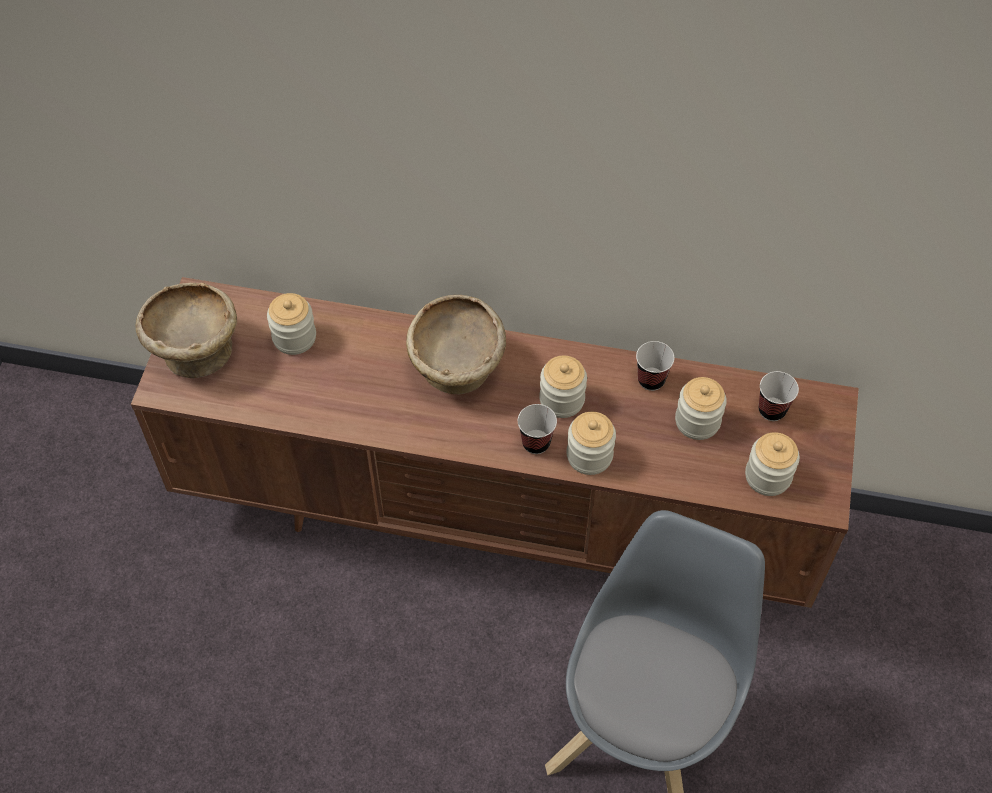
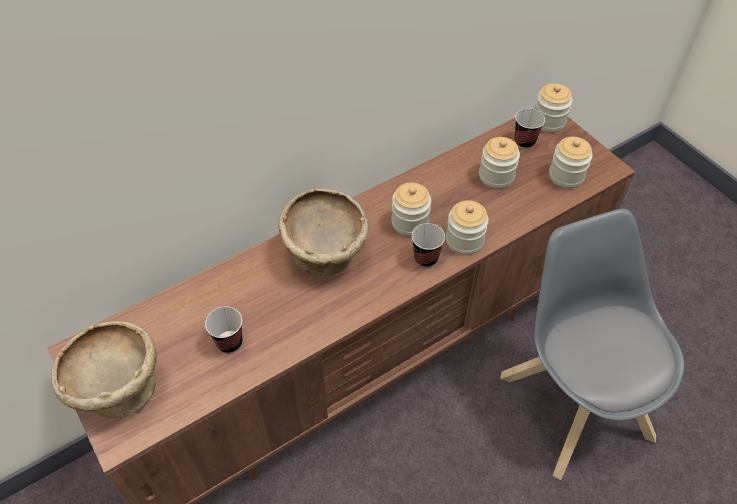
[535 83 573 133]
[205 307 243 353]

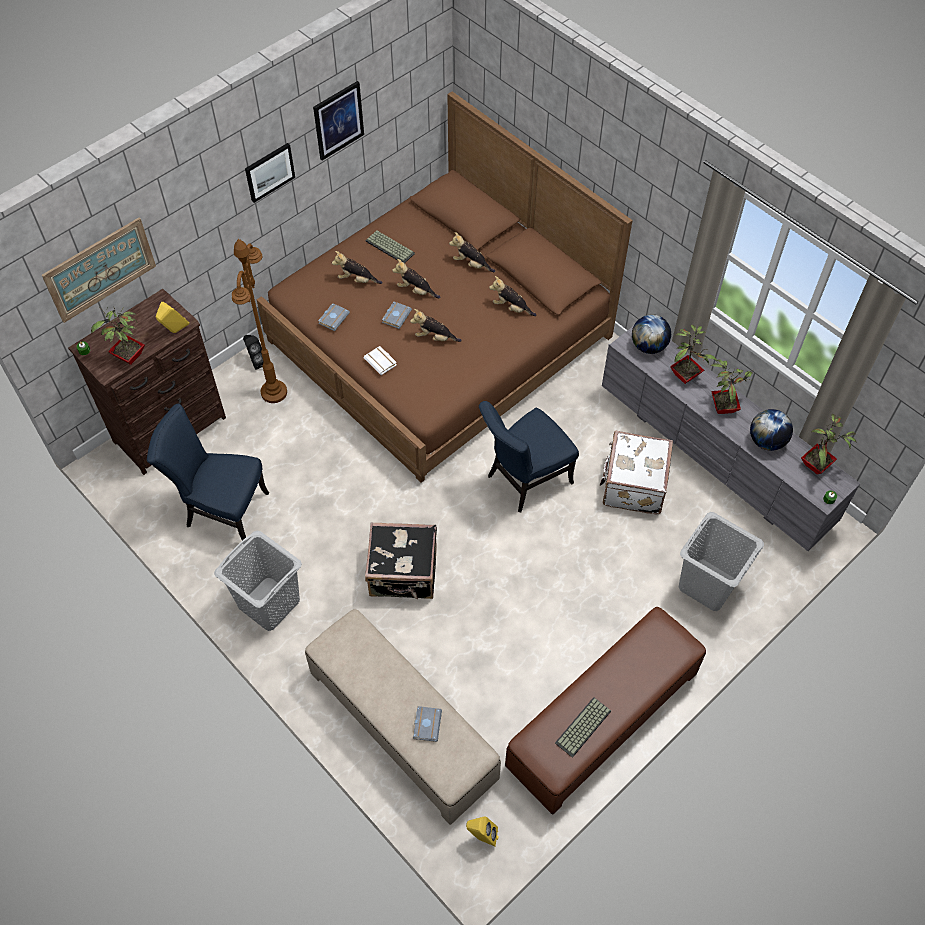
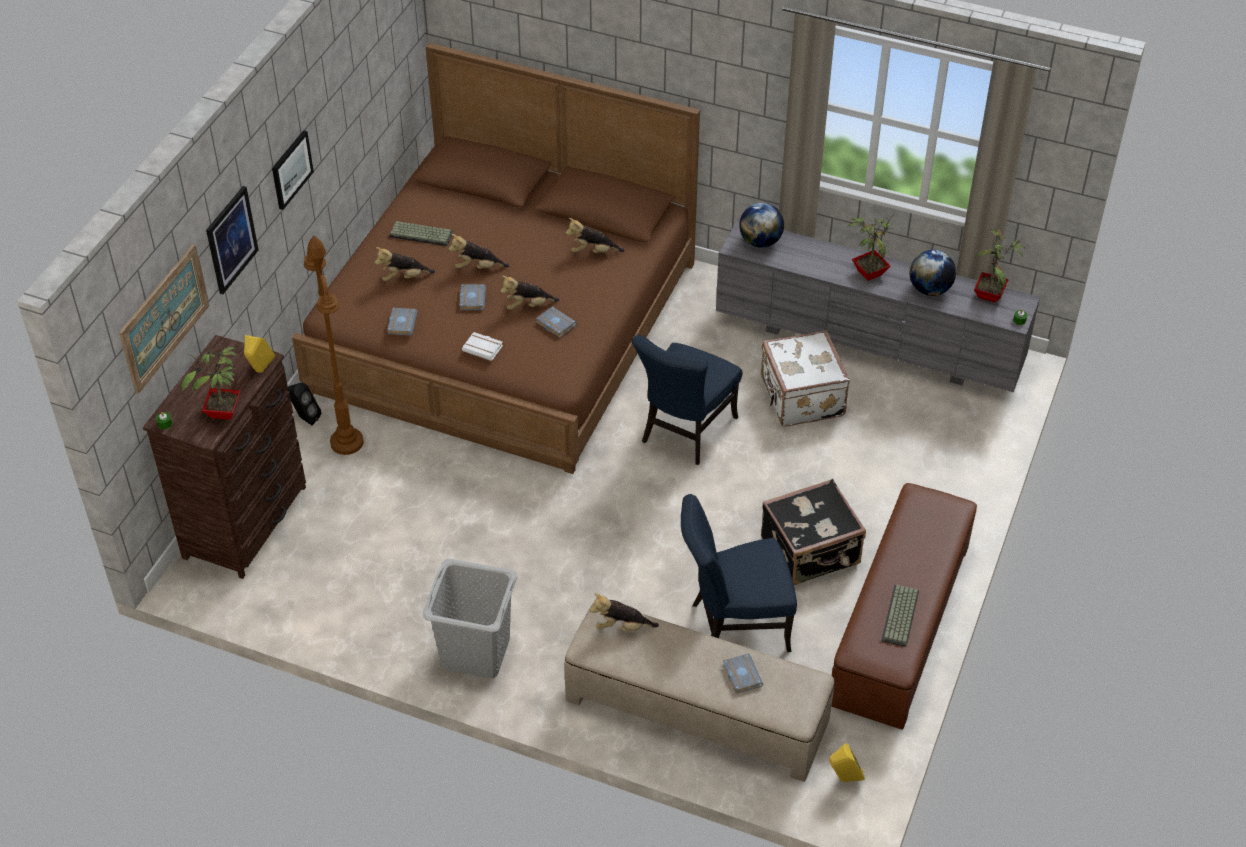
[206 186 259 294]
[590 593 659 631]
[670 325 718 384] (first image)
[681 494 797 652]
[679 512 764 611] (first image)
[761 479 866 585]
[536 306 577 338]

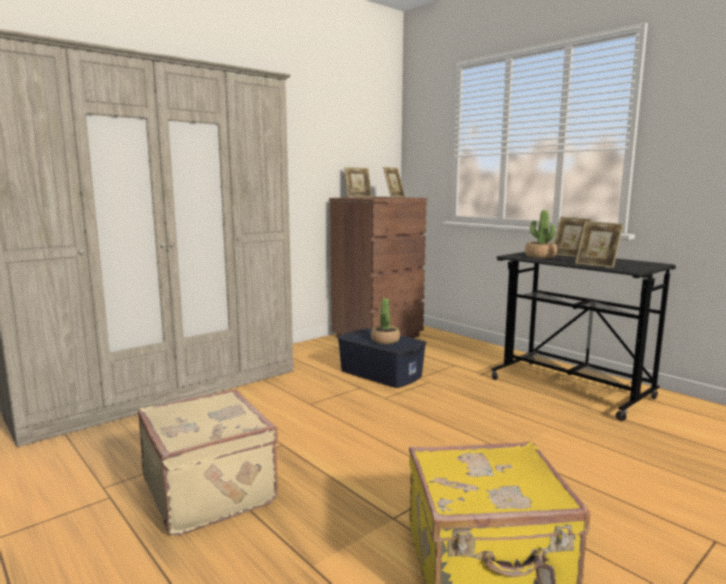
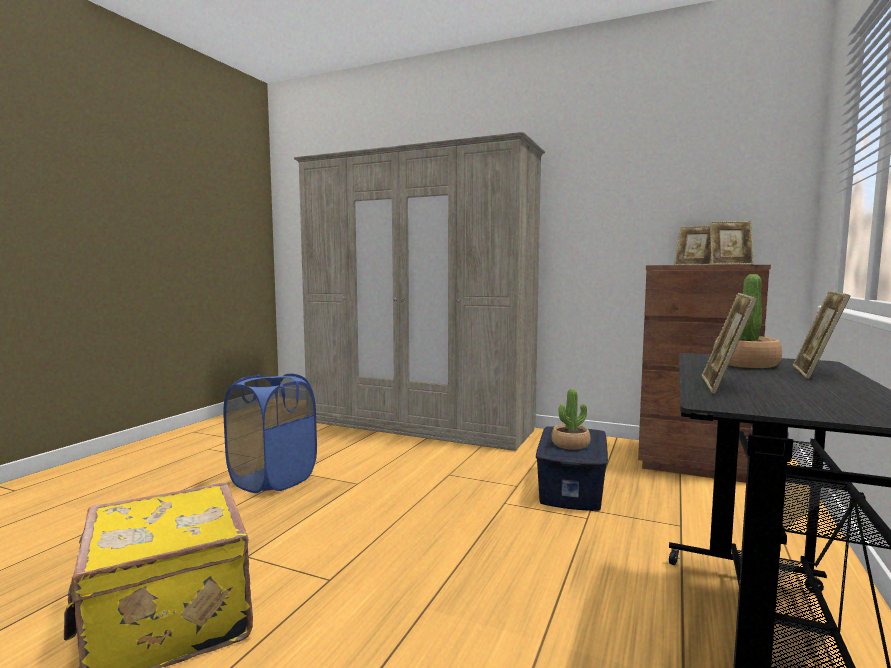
[224 374 317 493]

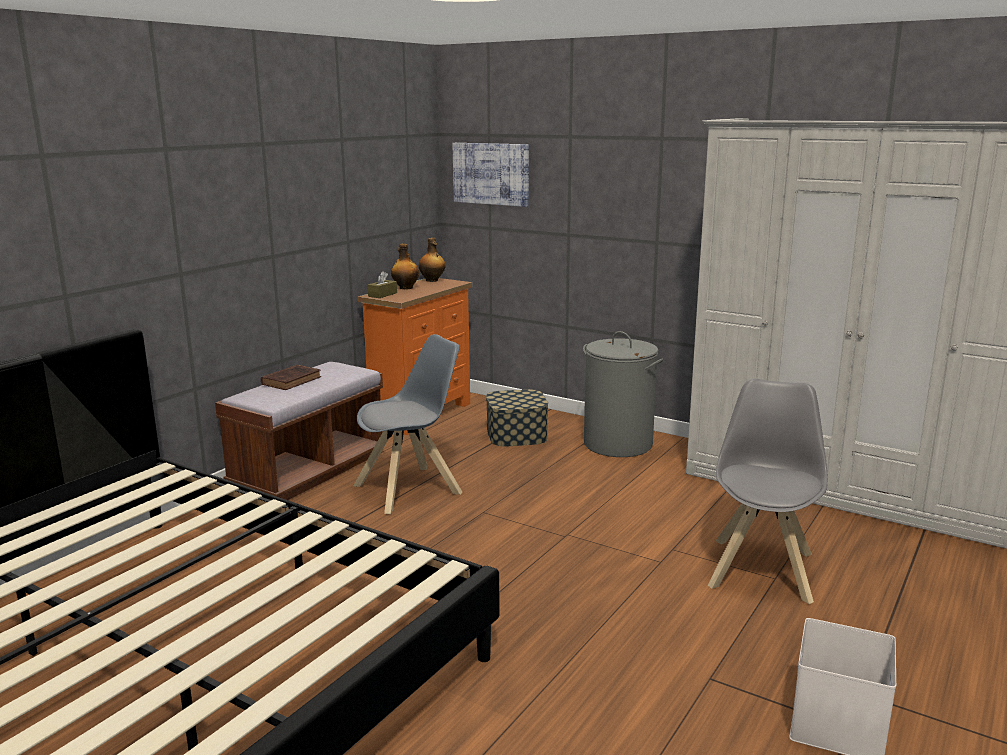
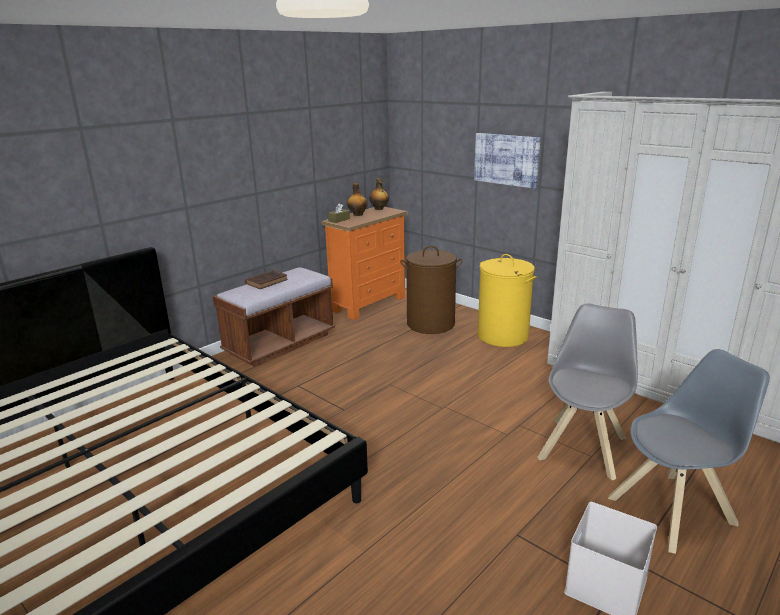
[474 133 541 189]
[478 254 537 347]
[608 349 770 554]
[400 246 463 334]

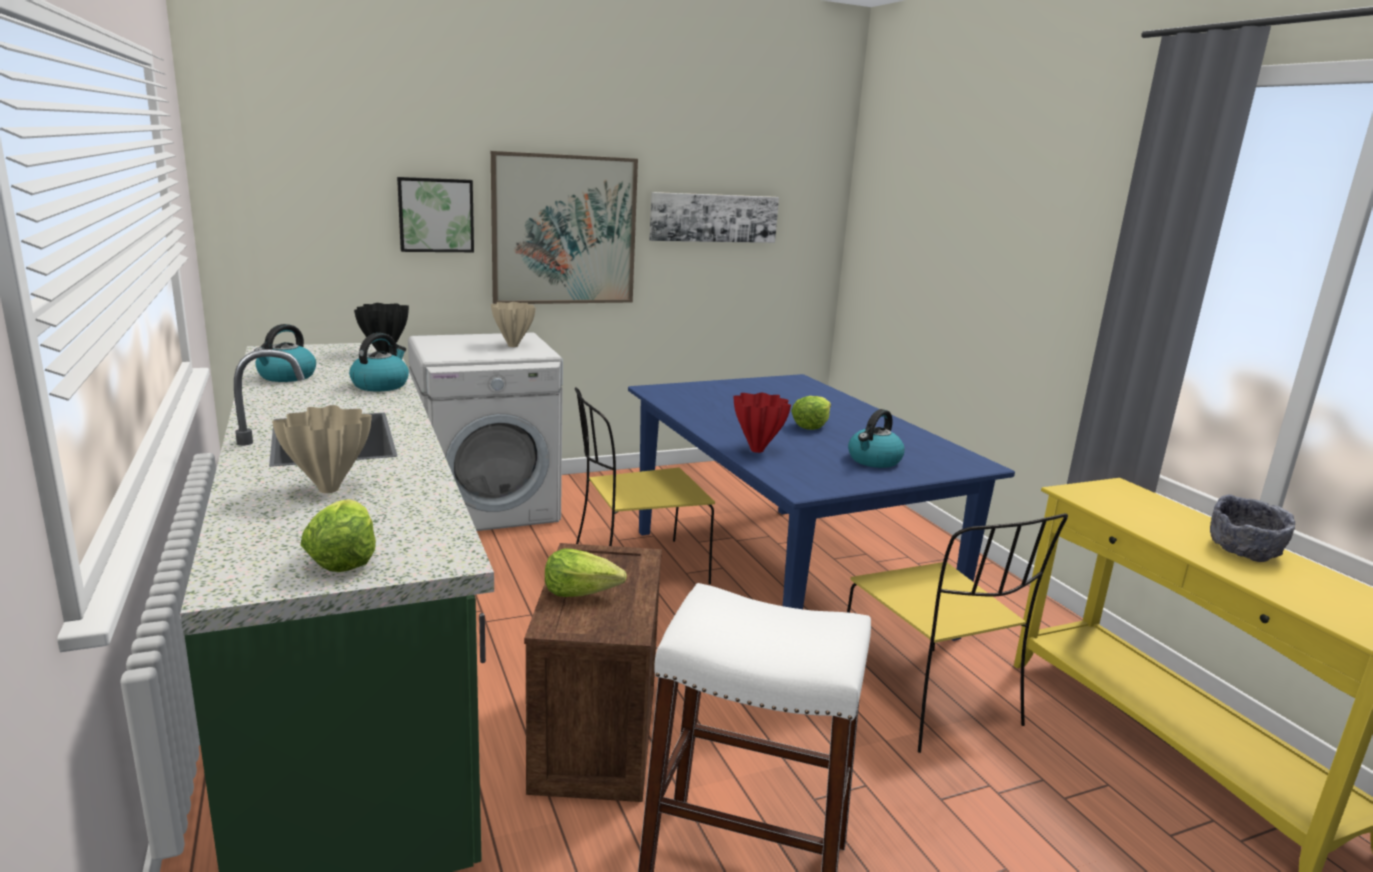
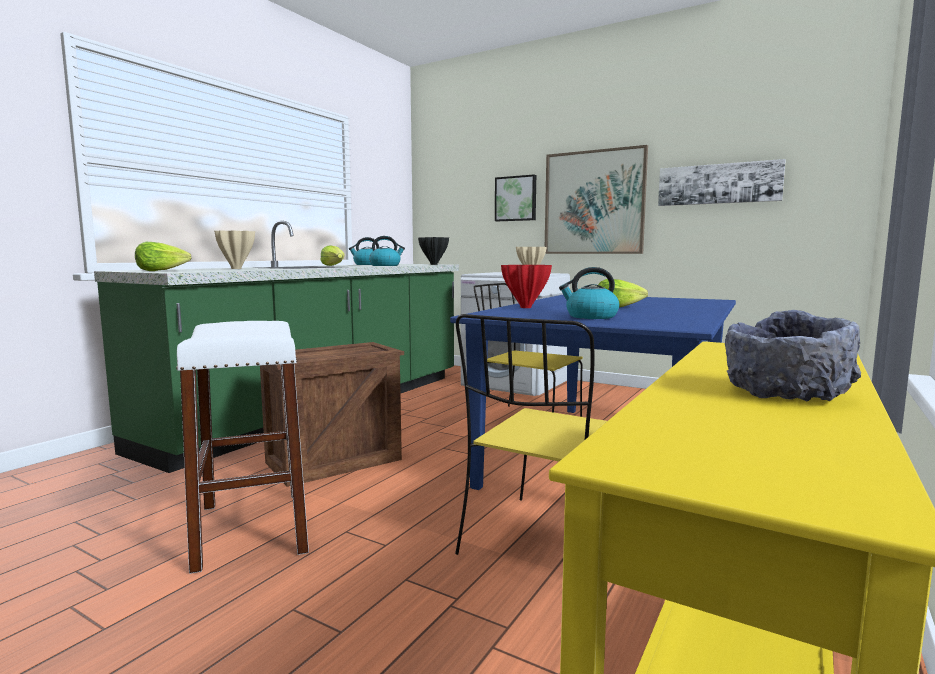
[321 245 344 266]

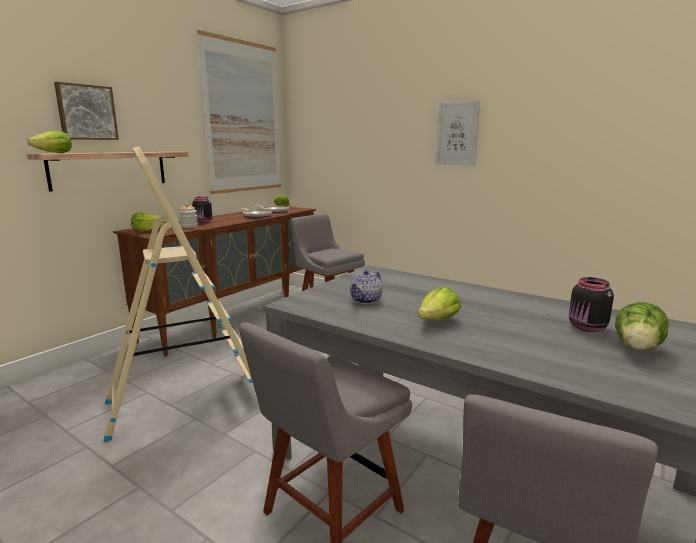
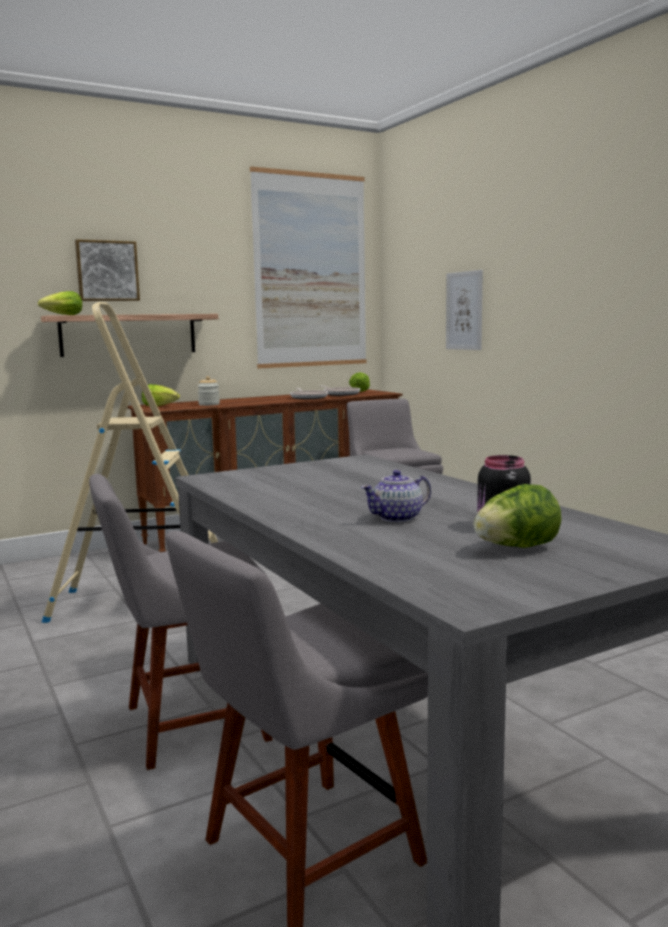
[446 270 483 350]
[192 197 212 223] (first image)
[361 470 431 522]
[418 286 461 321] (first image)

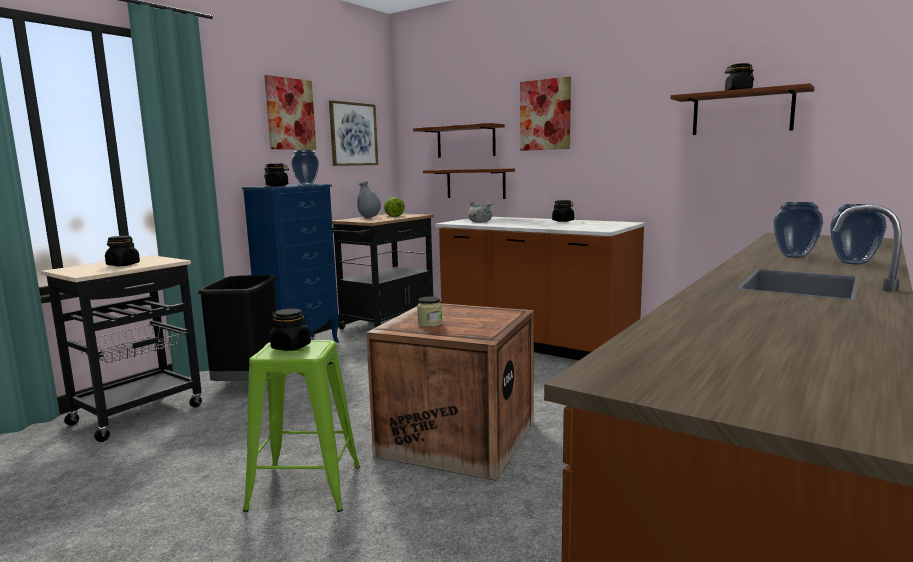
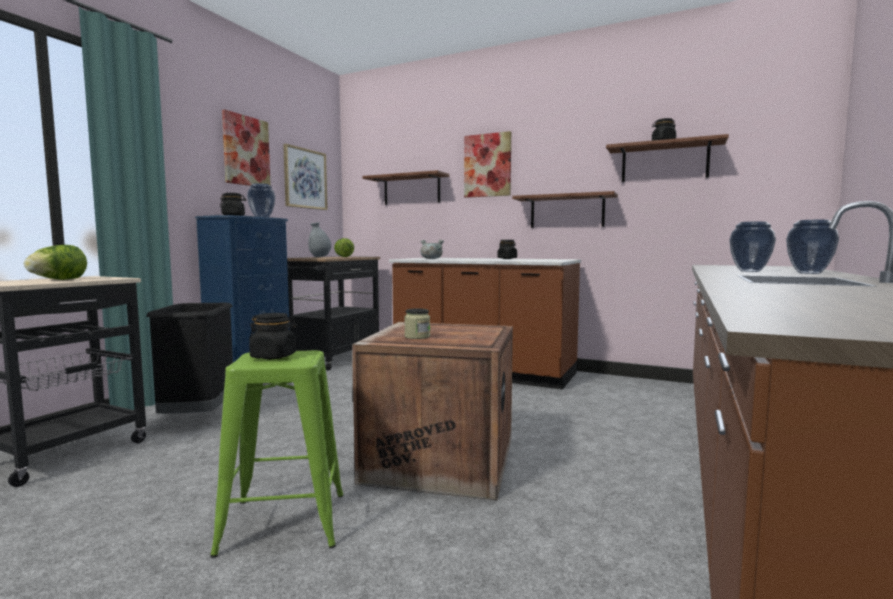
[512 191 618 228]
[24 245 87 280]

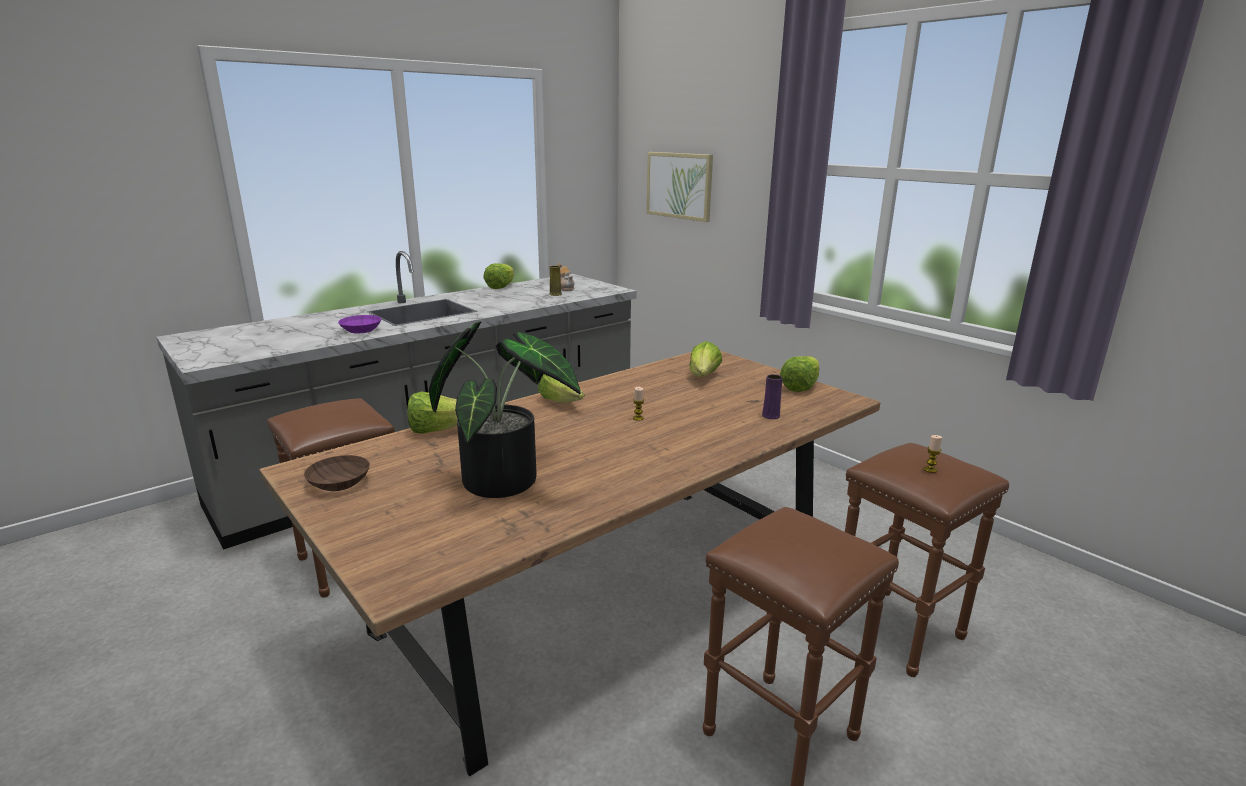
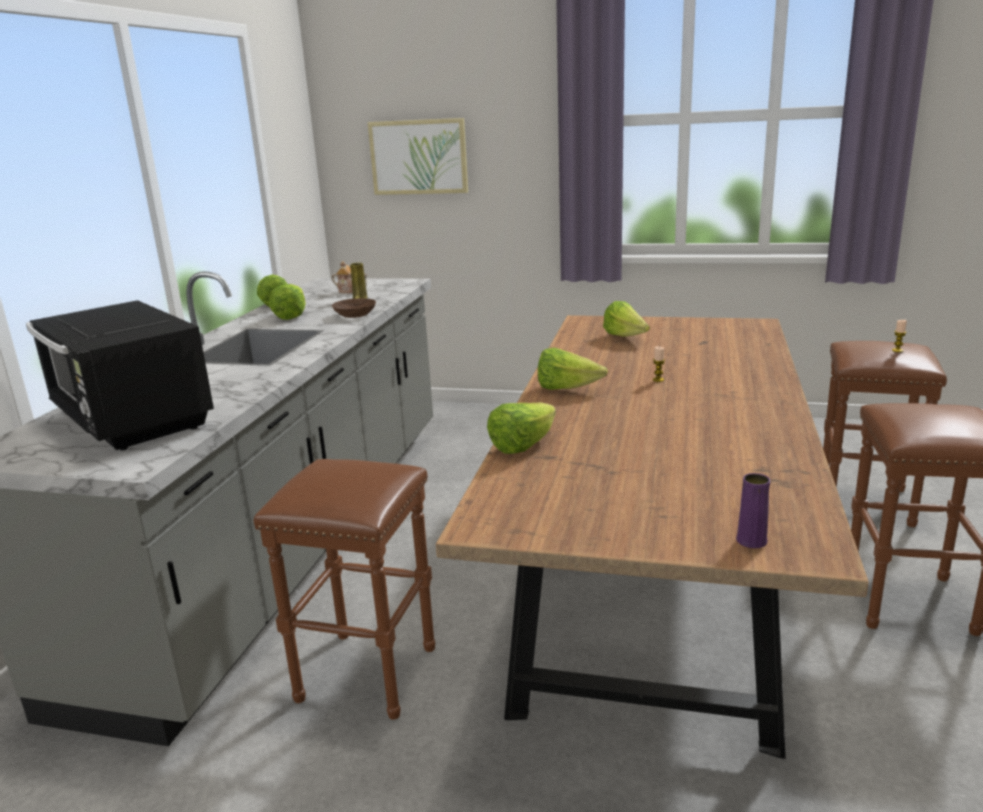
[338 315 381 333] (first image)
[429 321 581 498] (first image)
[269 284 306 320]
[736 473 770 548]
[332 298 376 318]
[26 300 214 451]

